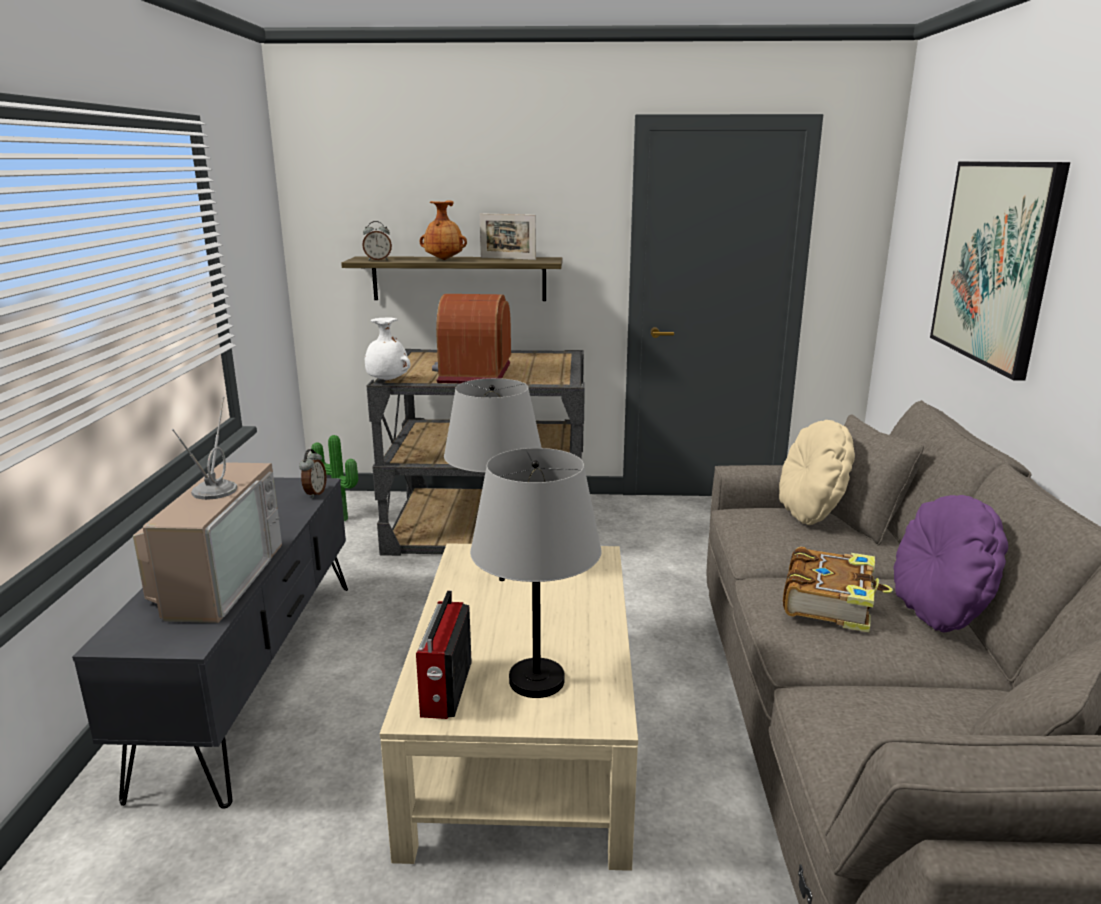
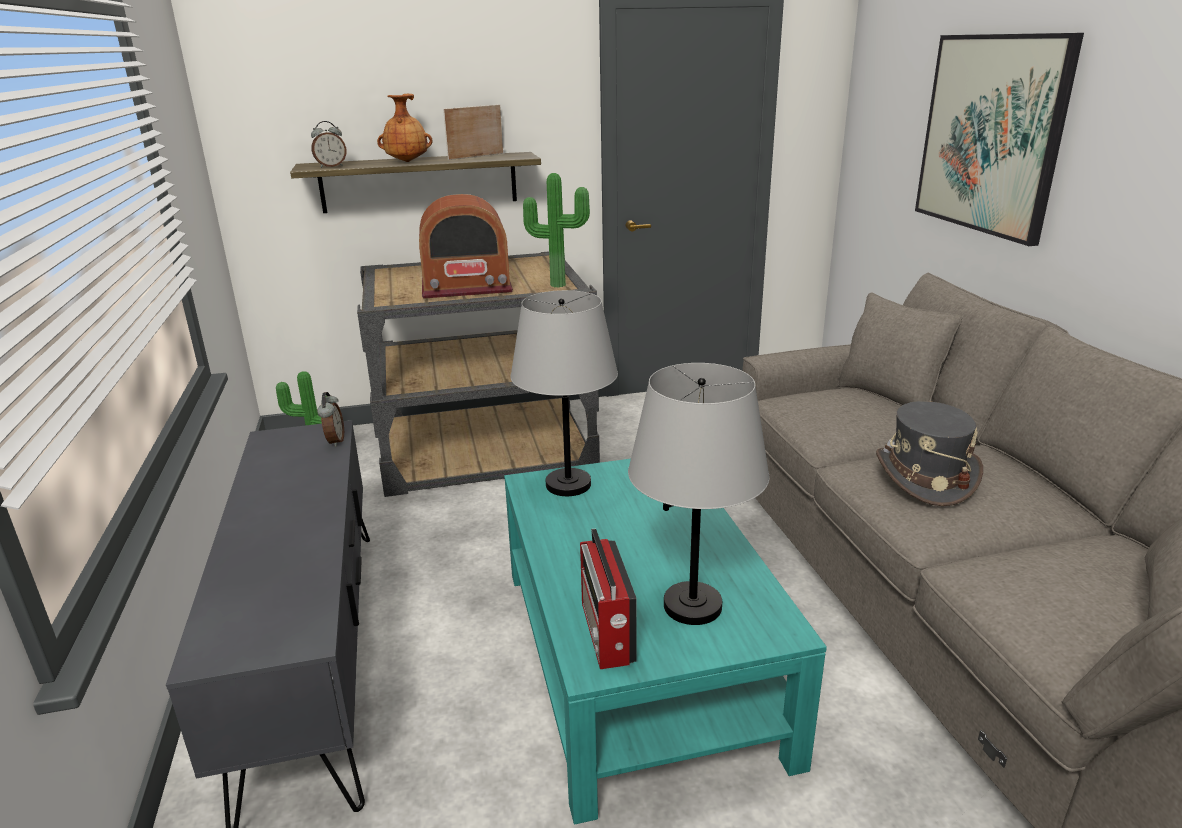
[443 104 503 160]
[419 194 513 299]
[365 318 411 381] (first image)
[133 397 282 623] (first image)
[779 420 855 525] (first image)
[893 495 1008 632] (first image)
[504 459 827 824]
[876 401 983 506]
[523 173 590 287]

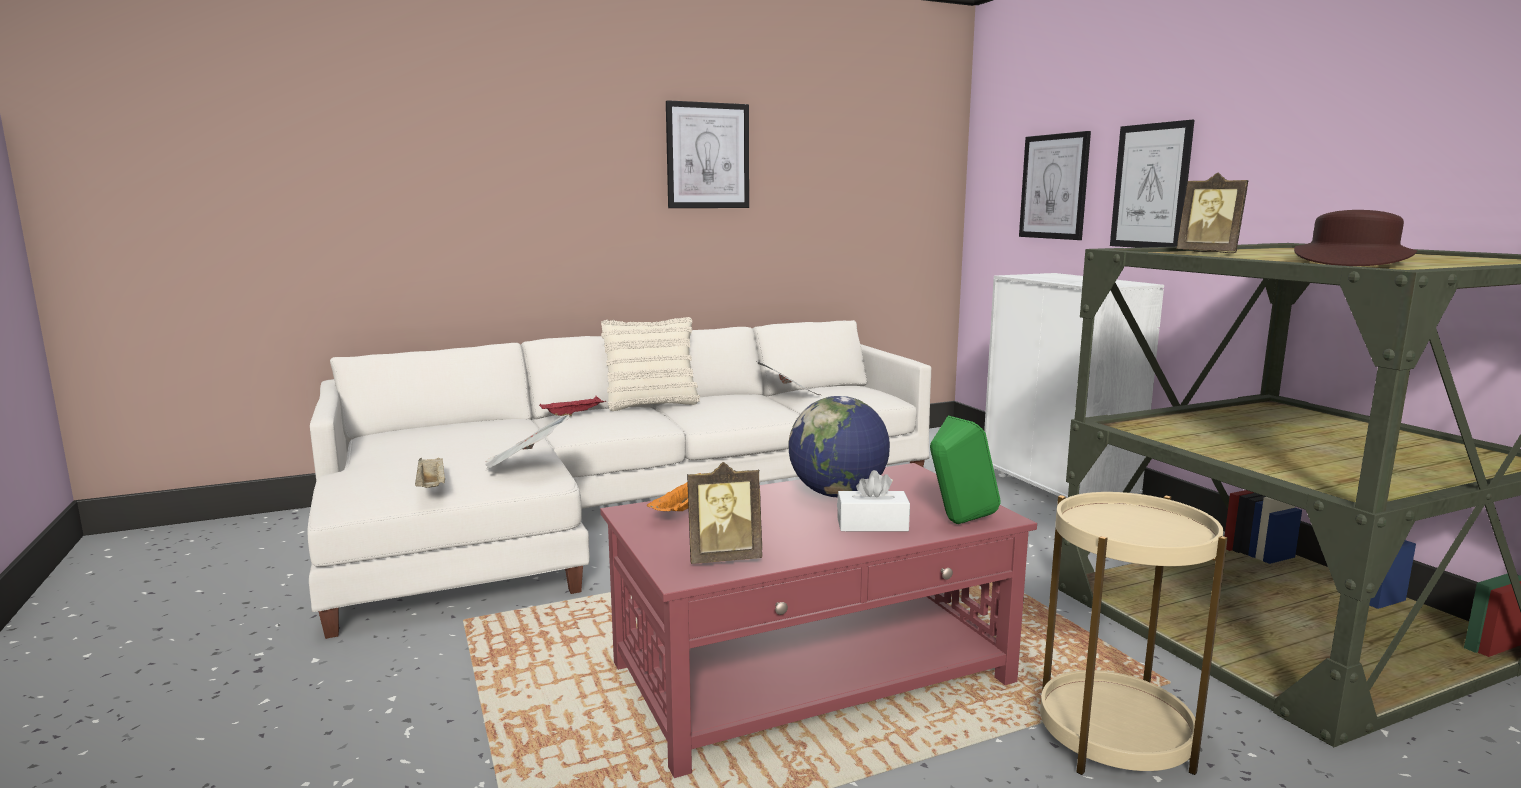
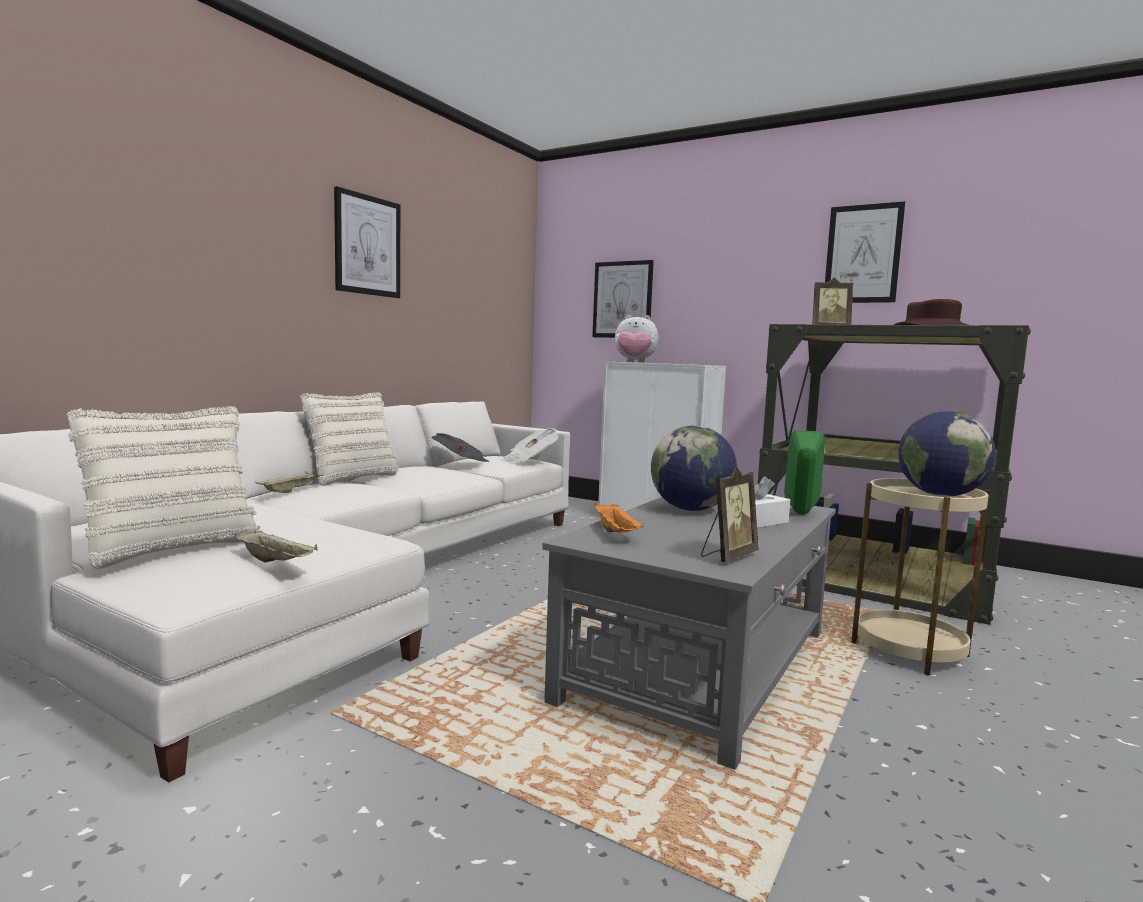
[825 201 905 303]
[255 471 324 493]
[501 428 559 462]
[542 497 836 770]
[615 315 658 363]
[66 406 260 569]
[898 411 996 497]

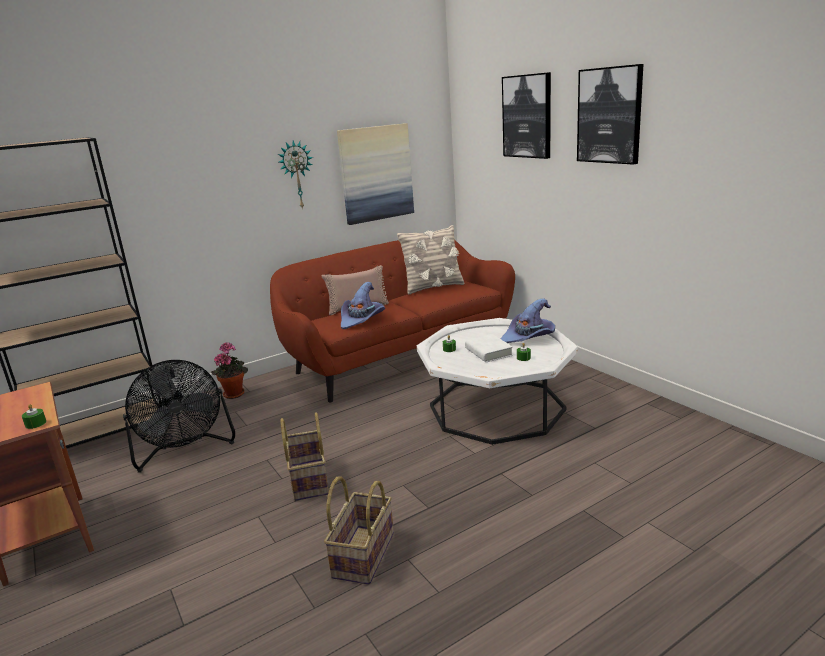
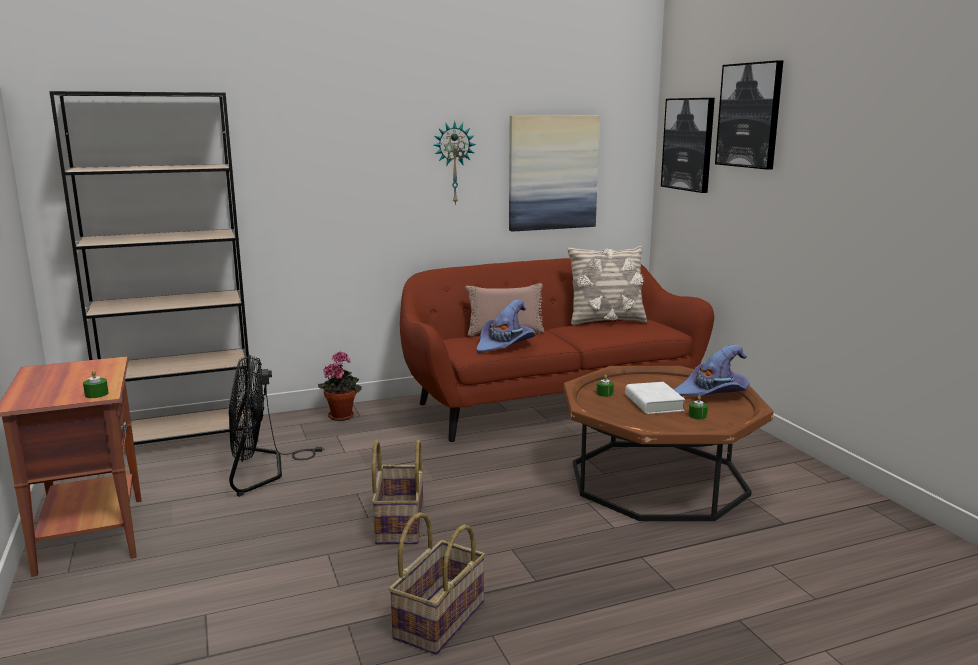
[661 98 715 193]
[564 366 774 521]
[229 354 324 497]

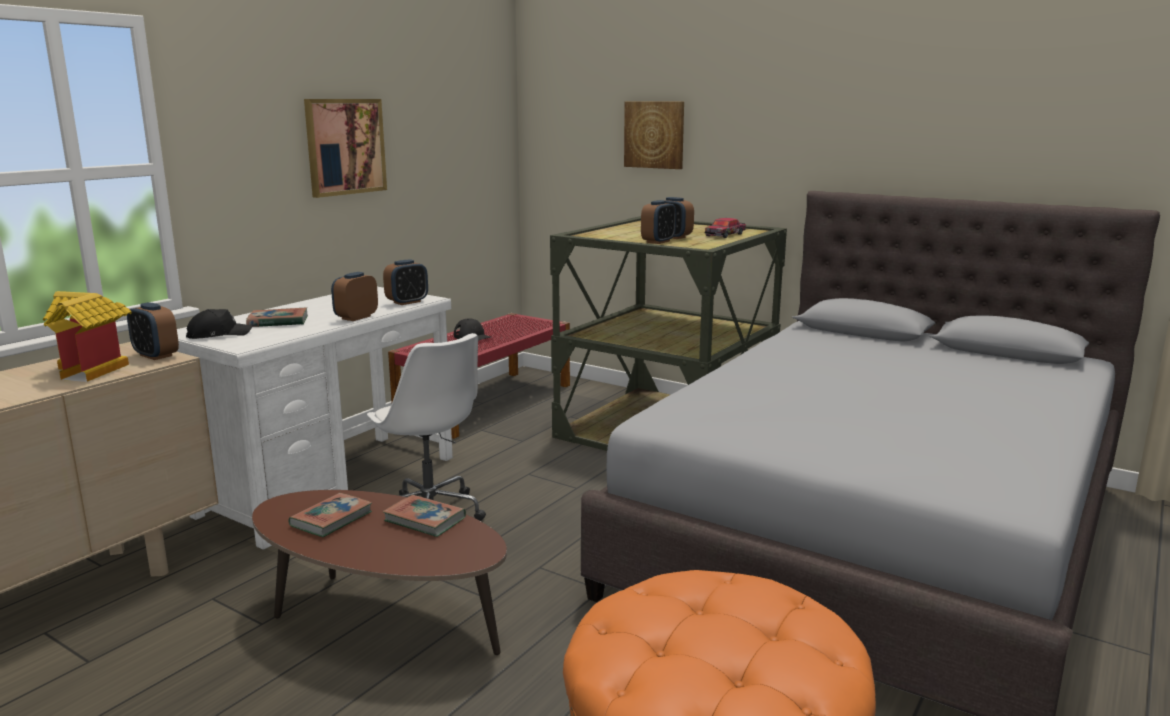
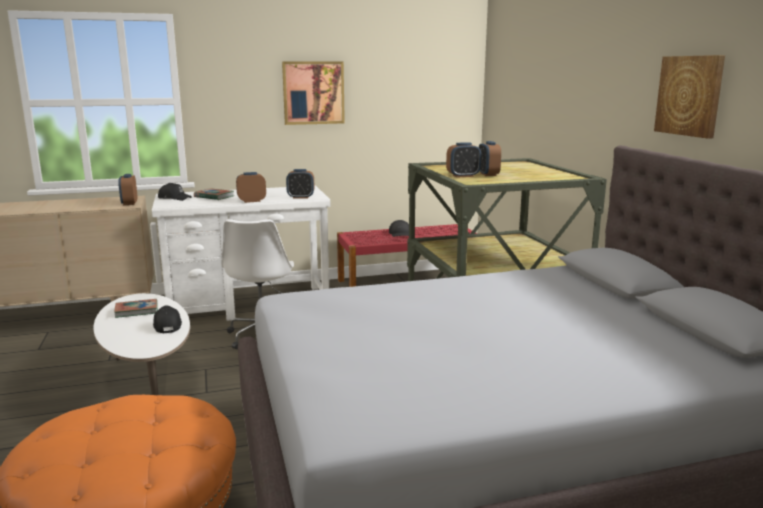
[654 55 725 139]
[705 218 746 238] (first image)
[43 291 132 382] (first image)
[93 293 190 395]
[153 305 182 333]

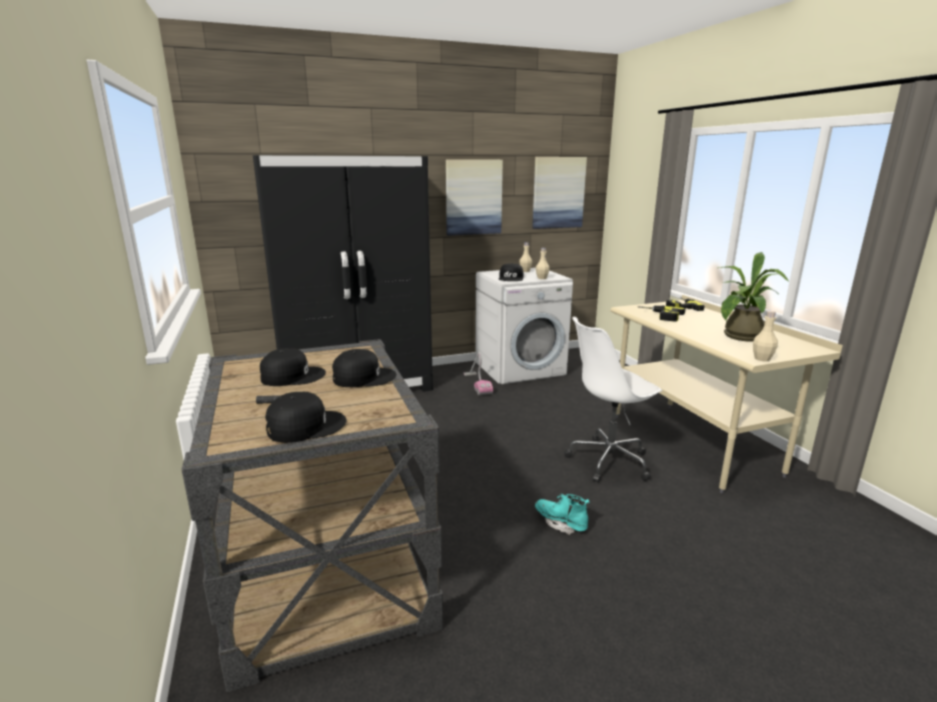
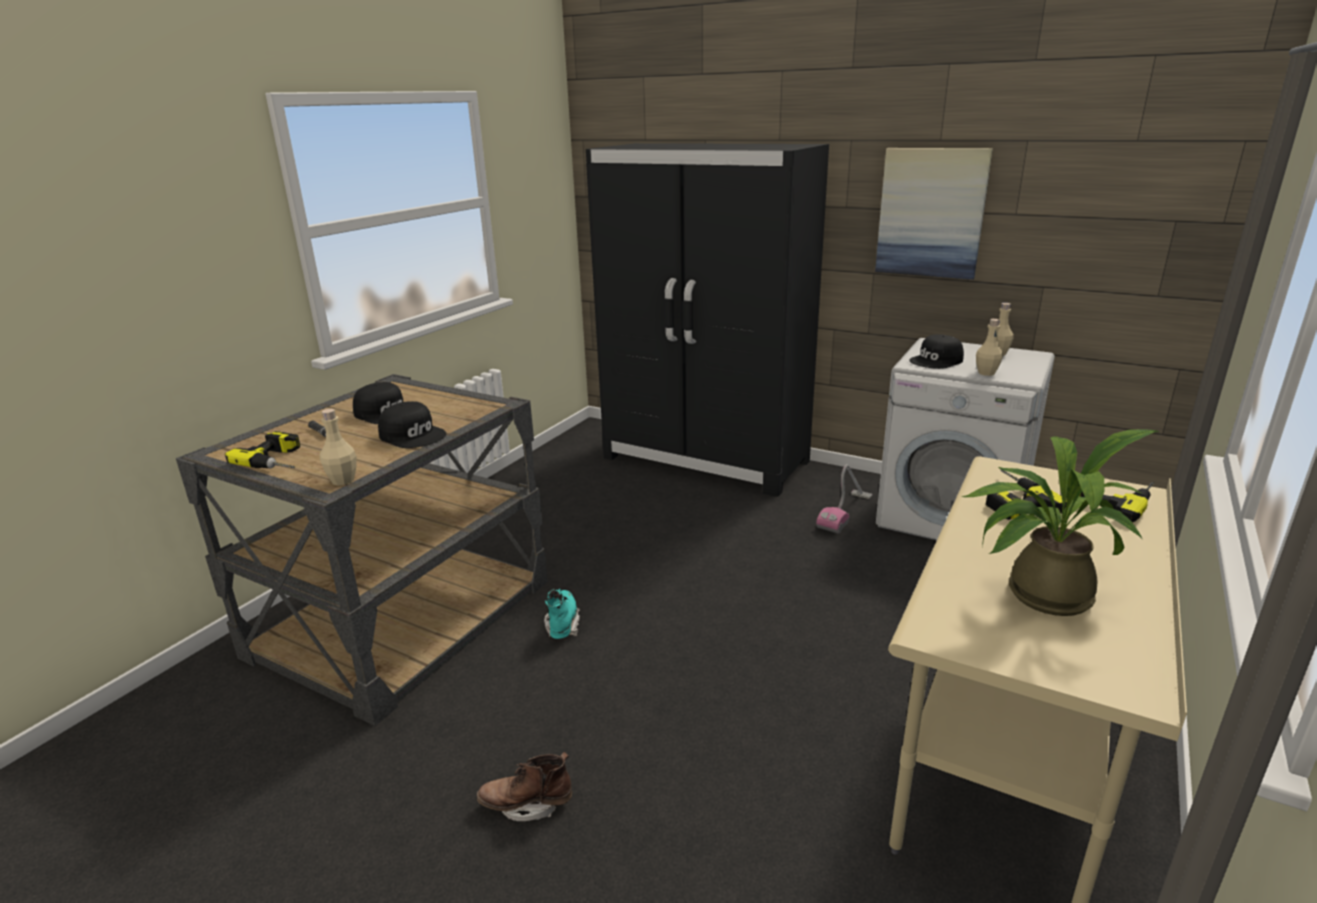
[532 157 587 229] (first image)
[320 409 356 485]
[564 317 662 483] (first image)
[225 431 300 468]
[544 588 580 639]
[477 752 572 821]

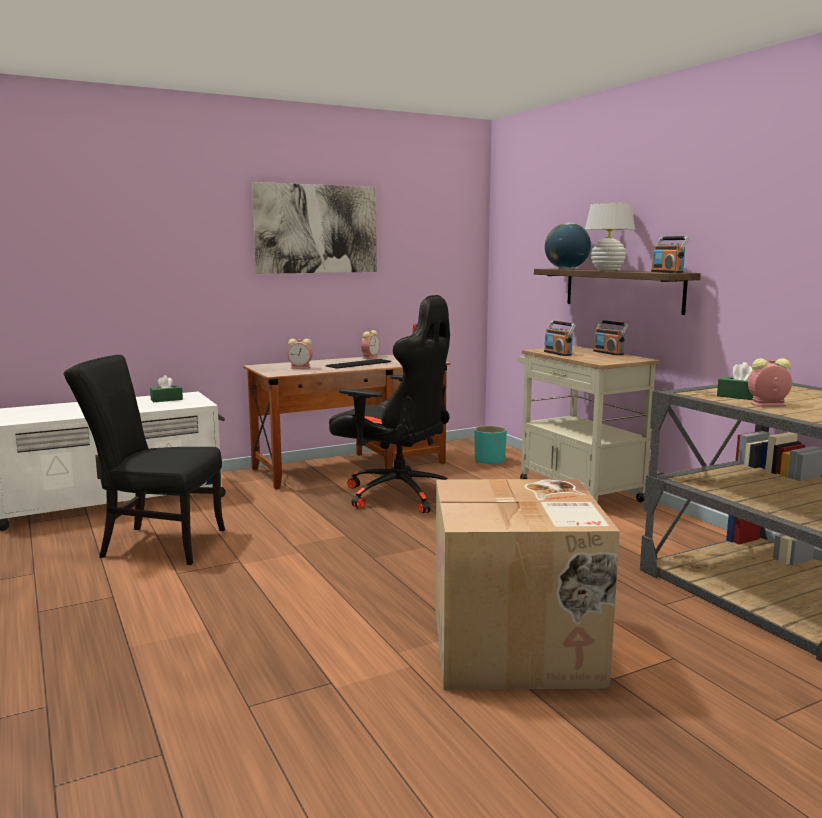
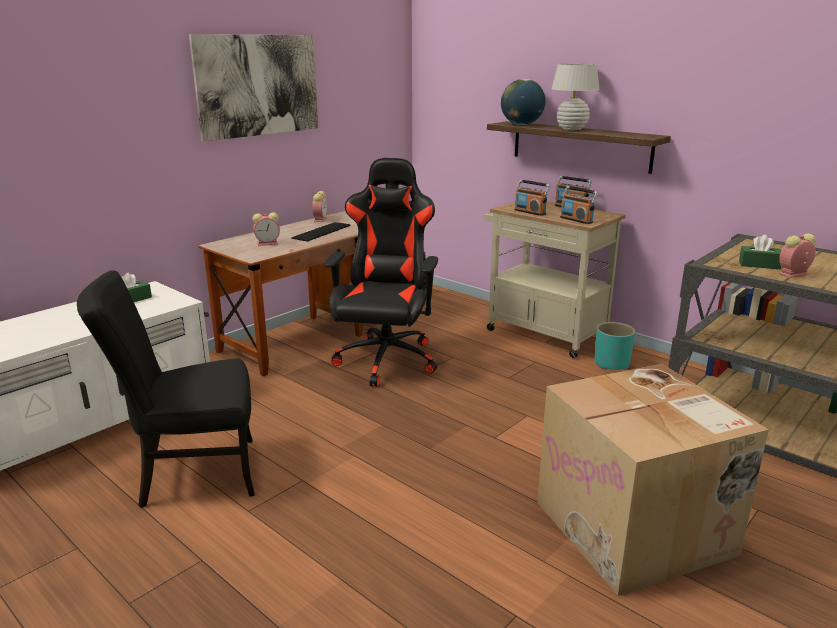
[560 186 598 224]
[324 158 438 387]
[595 322 635 370]

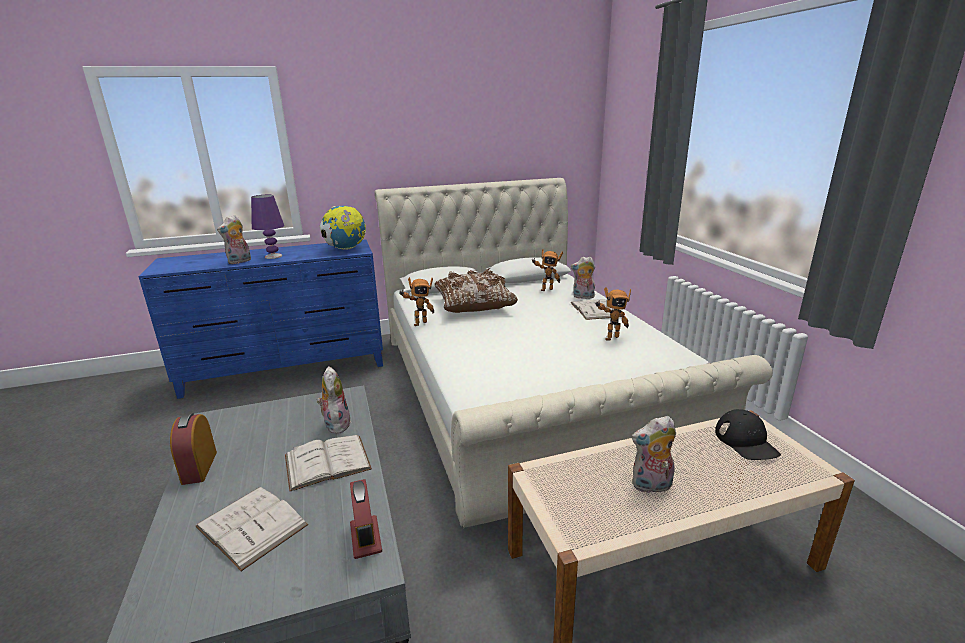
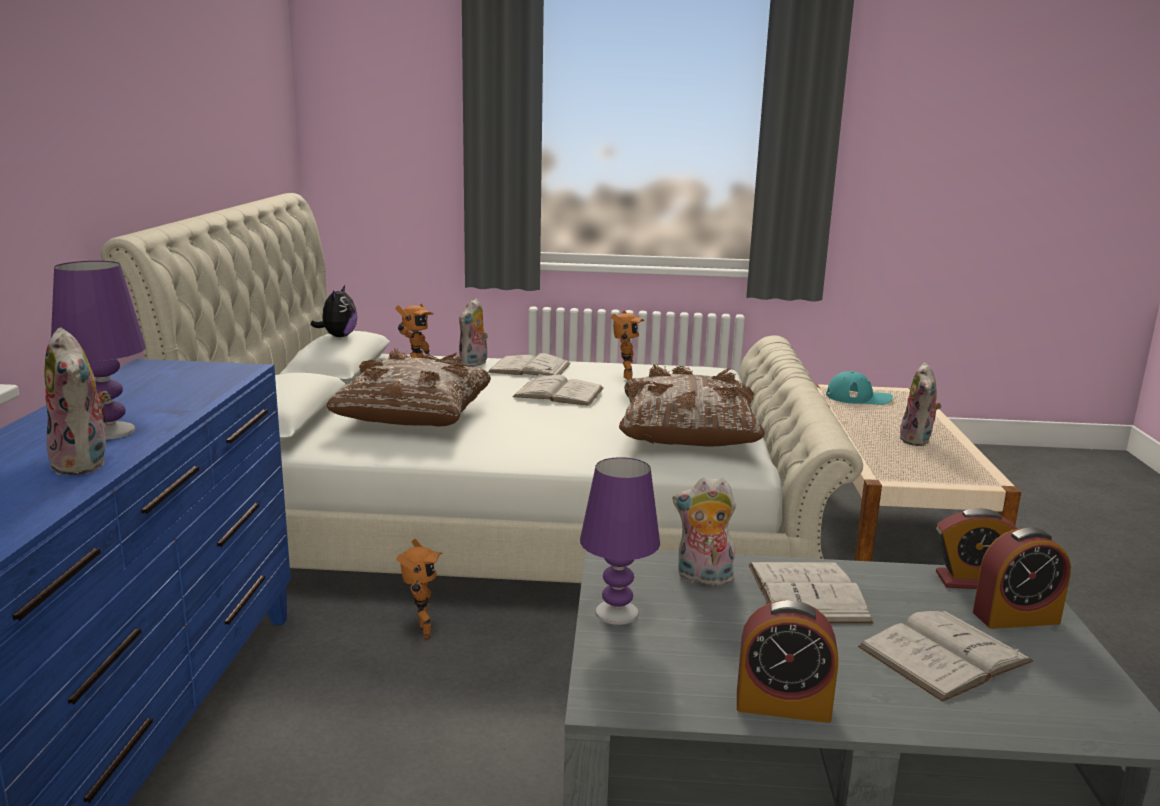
[319 206 366 250] (first image)
[396 538 442 641]
[826 371 893 405]
[311 285 357 337]
[619 364 765 446]
[513 374 604 406]
[580 457 660 625]
[973 527 1071 629]

